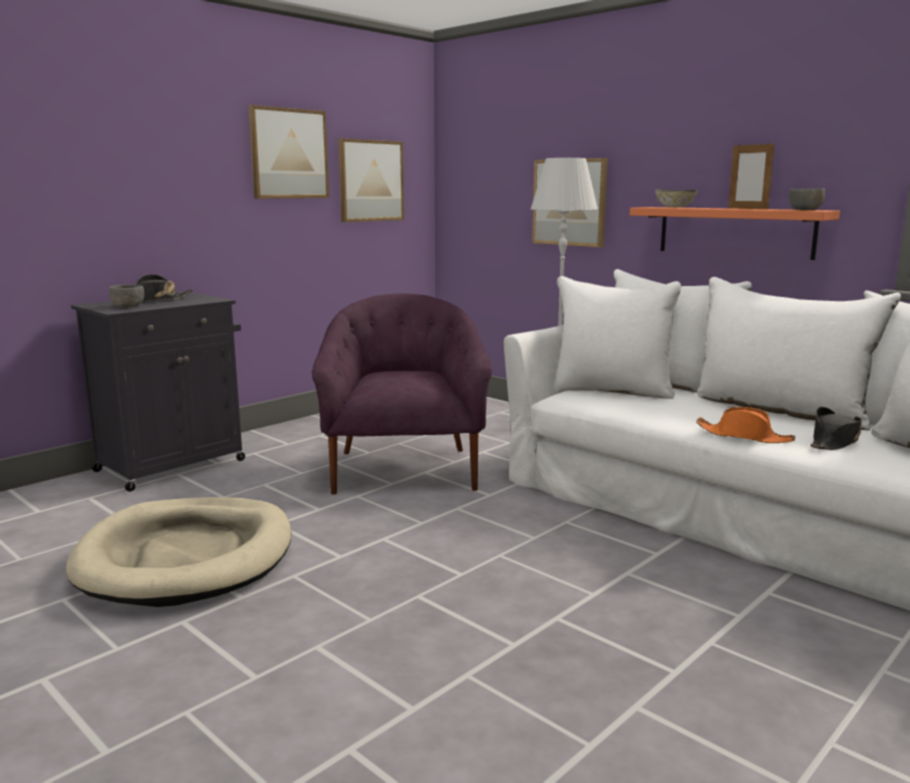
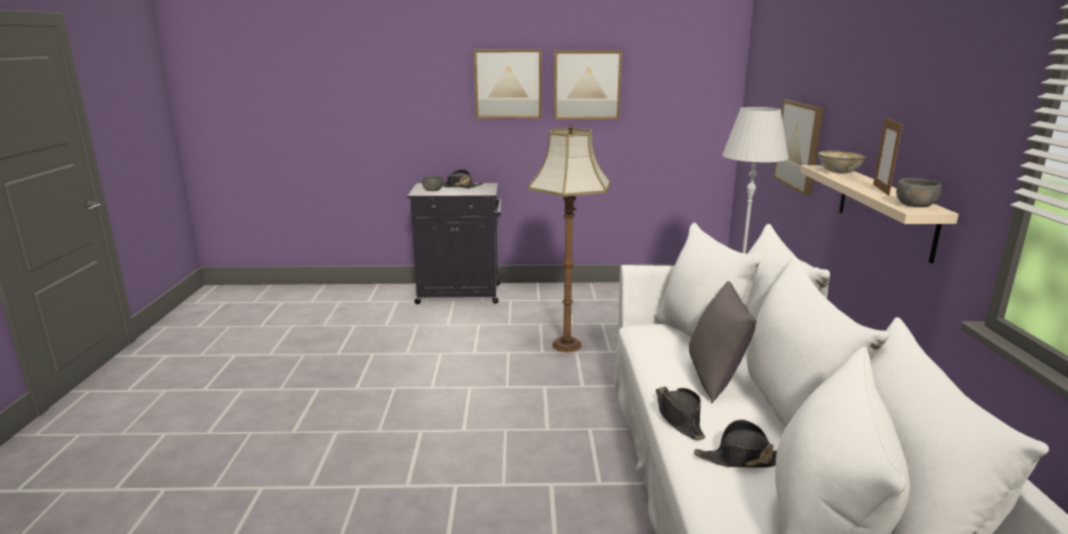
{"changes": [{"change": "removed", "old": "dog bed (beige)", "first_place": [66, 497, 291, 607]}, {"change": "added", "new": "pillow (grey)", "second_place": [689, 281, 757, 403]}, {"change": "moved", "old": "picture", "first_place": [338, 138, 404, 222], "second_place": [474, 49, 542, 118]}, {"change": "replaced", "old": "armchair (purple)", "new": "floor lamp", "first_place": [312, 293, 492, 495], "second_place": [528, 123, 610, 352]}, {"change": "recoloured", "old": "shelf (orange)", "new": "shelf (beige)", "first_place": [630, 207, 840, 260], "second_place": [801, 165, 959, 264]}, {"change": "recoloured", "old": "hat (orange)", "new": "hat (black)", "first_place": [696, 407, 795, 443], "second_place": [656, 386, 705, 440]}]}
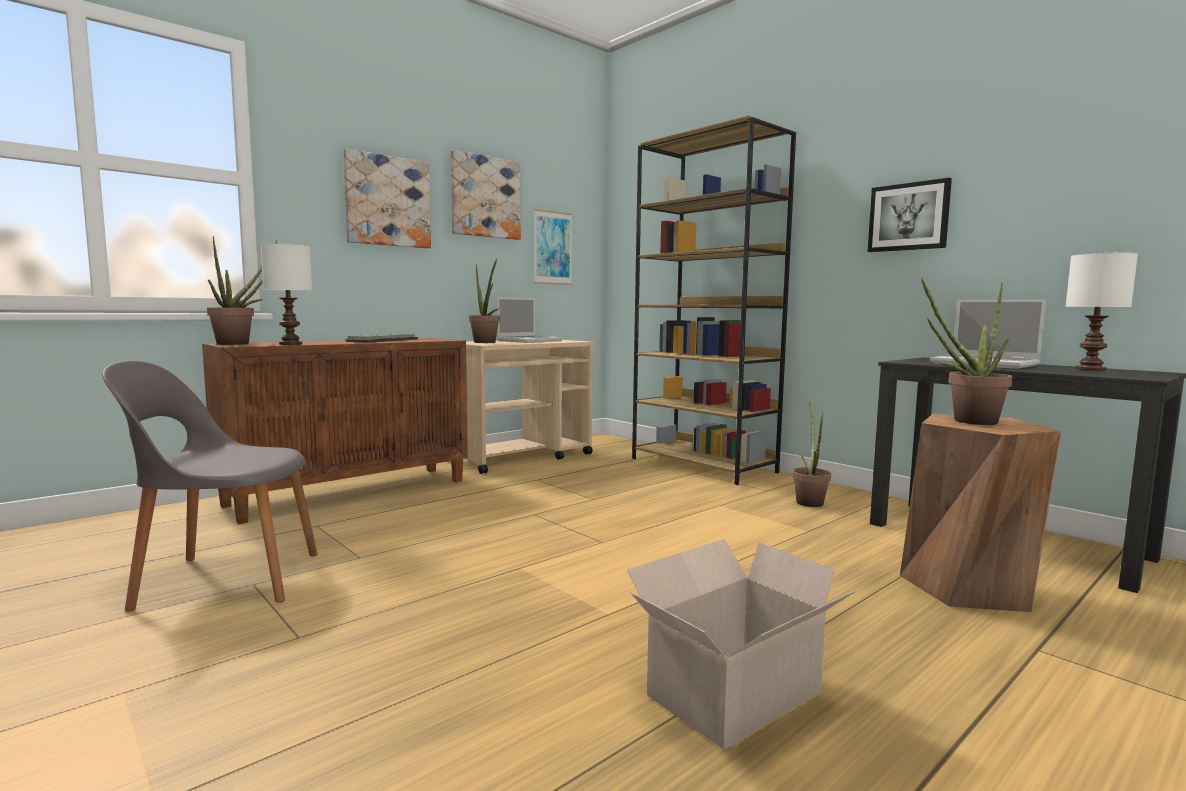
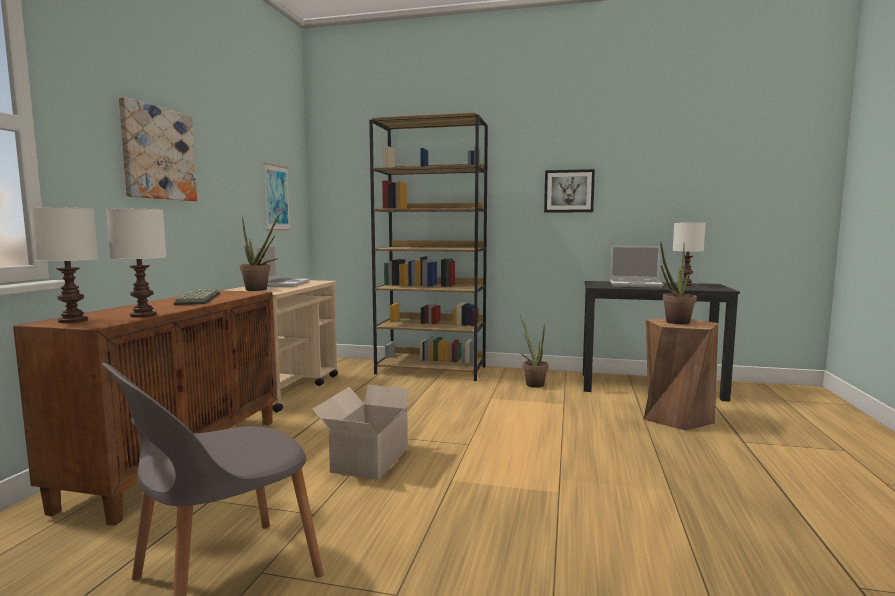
{"changes": [{"change": "removed", "old": "picture", "first_place": [451, 150, 521, 240]}, {"change": "moved", "old": "cardboard box", "first_place": [627, 539, 859, 750], "second_place": [312, 385, 422, 480]}, {"change": "replaced", "old": "potted plant", "new": "table lamp (white)", "first_place": [207, 236, 277, 345], "second_place": [29, 207, 98, 323]}]}
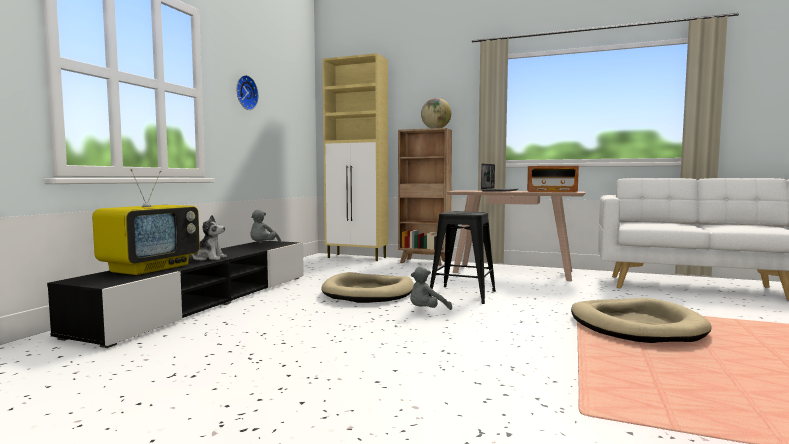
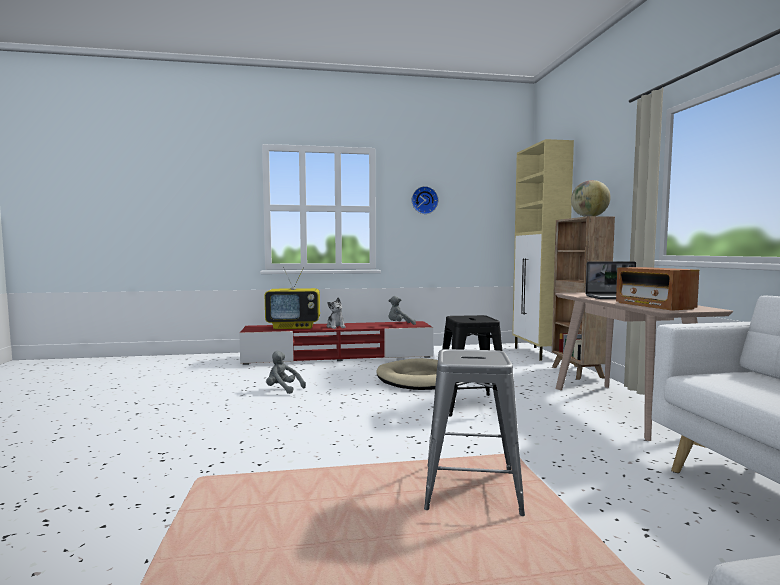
{"changes": [{"change": "moved", "old": "plush toy (grey)", "first_place": [410, 266, 452, 310], "second_place": [266, 351, 306, 394]}, {"change": "replaced", "old": "dog bed (beige)", "new": "stool (grey)", "first_place": [571, 298, 712, 343], "second_place": [424, 349, 525, 516]}, {"change": "recoloured", "old": "tv stand (black)", "new": "tv stand (red)", "first_place": [47, 241, 304, 348], "second_place": [239, 321, 433, 365]}]}
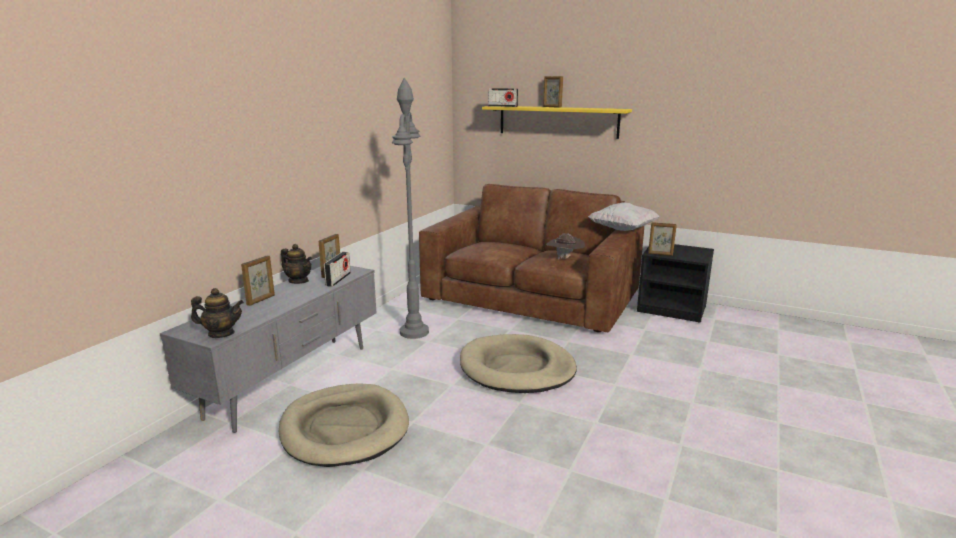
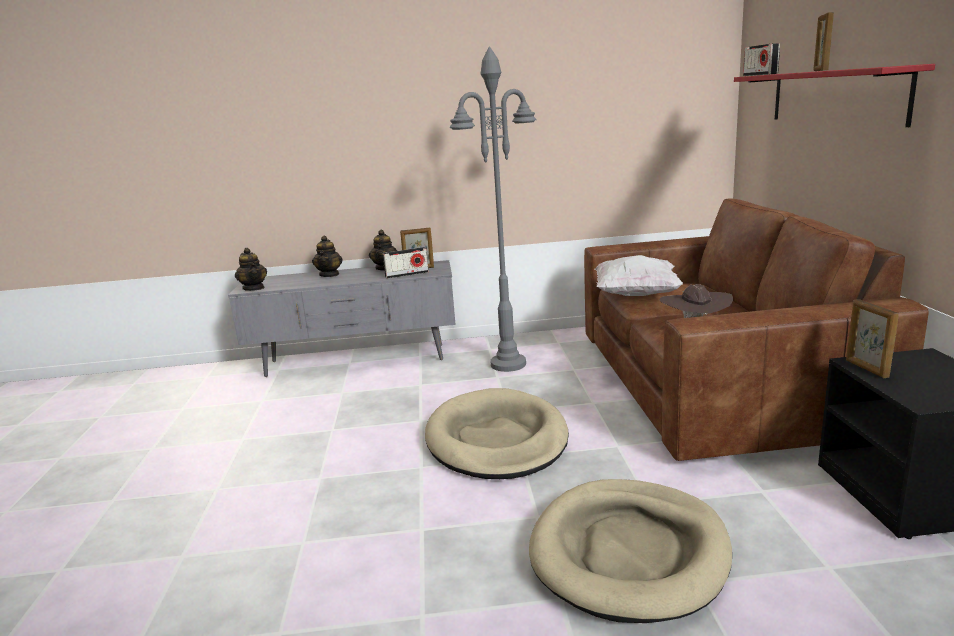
{"changes": [{"change": "moved", "old": "dog bed (beige)", "first_place": [278, 384, 409, 467], "second_place": [529, 479, 732, 623]}, {"change": "moved", "old": "pillow (white)", "first_place": [588, 202, 660, 231], "second_place": [595, 255, 683, 296]}, {"change": "replaced", "old": "picture frame", "new": "teapot", "first_place": [241, 255, 275, 306], "second_place": [312, 236, 343, 277]}, {"change": "recoloured", "old": "shelf (yellow)", "new": "shelf (red)", "first_place": [482, 106, 632, 139], "second_place": [734, 64, 935, 127]}]}
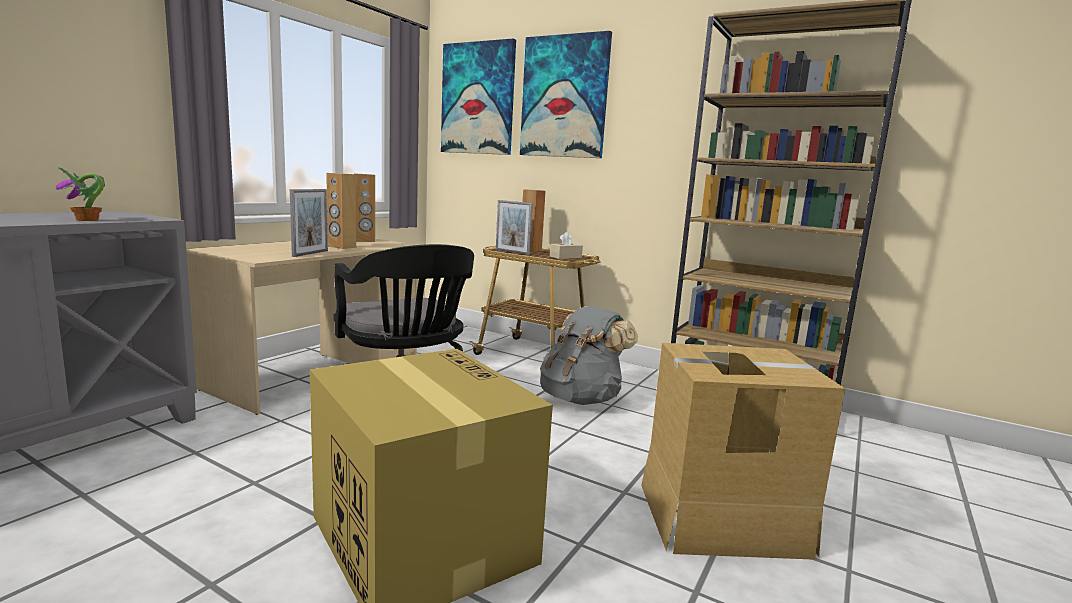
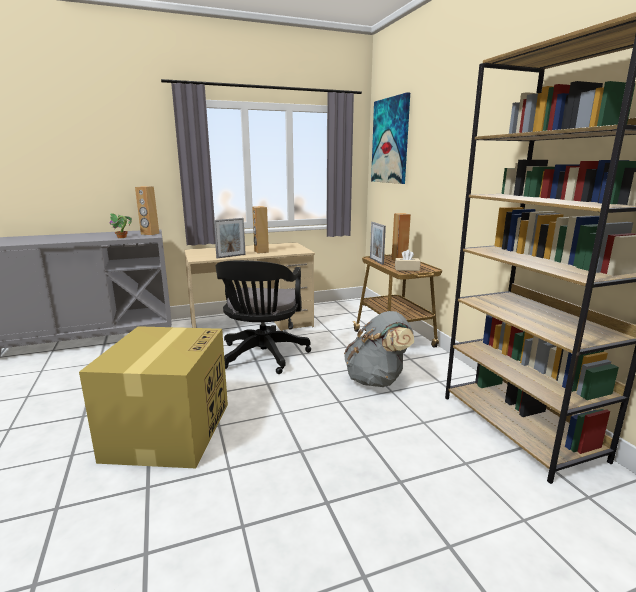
{"changes": [{"change": "removed", "old": "picture", "first_place": [520, 31, 612, 158]}, {"change": "removed", "old": "cardboard box", "first_place": [641, 343, 845, 560]}, {"change": "moved", "old": "speaker (brown)", "first_place": [354, 173, 375, 242], "second_place": [135, 186, 159, 235]}]}
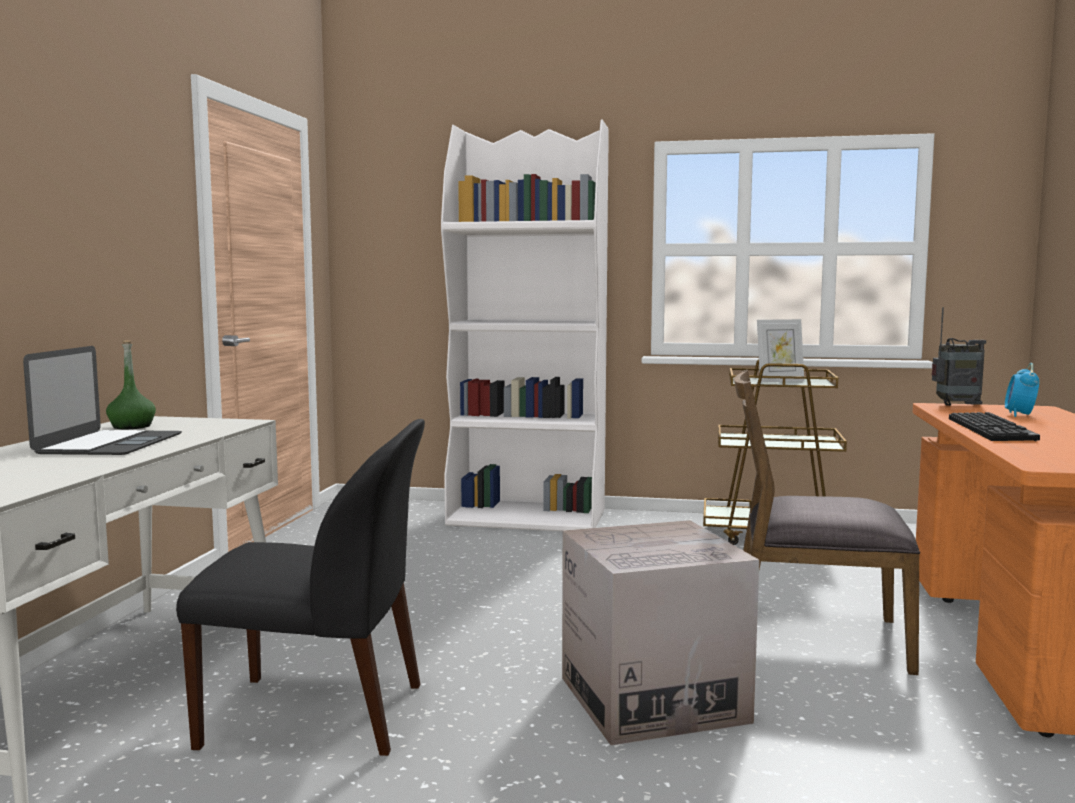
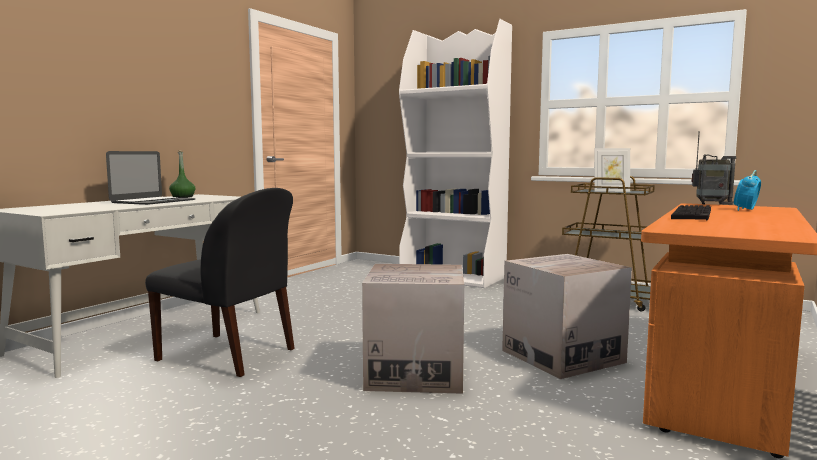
{"changes": [{"change": "replaced", "old": "chair (brown)", "new": "cardboard box", "first_place": [734, 370, 920, 675], "second_place": [502, 254, 632, 379]}]}
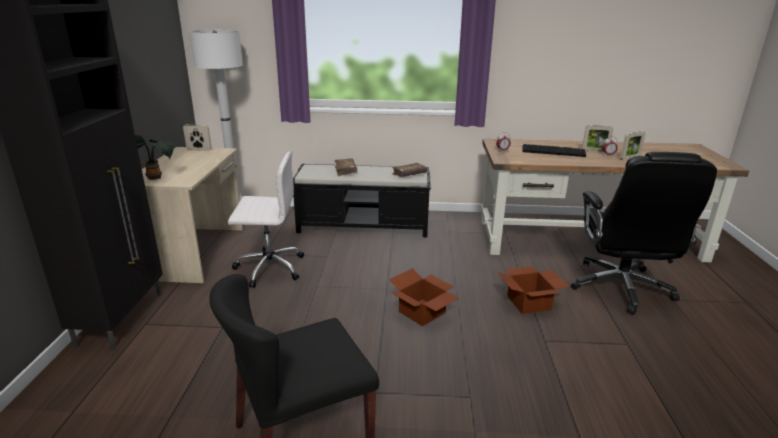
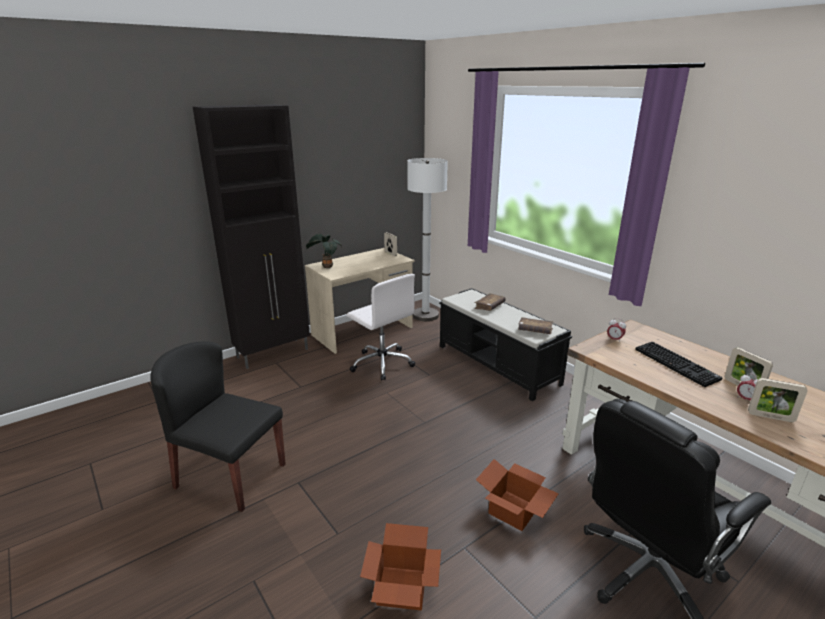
{"changes": [{"change": "moved", "old": "cardboard box", "first_place": [389, 268, 459, 326], "second_place": [360, 523, 441, 611]}]}
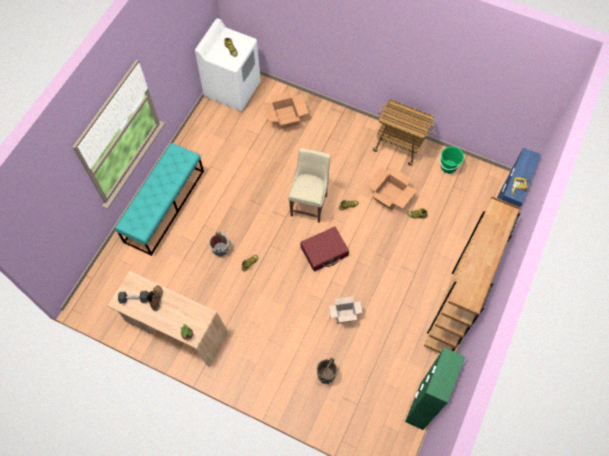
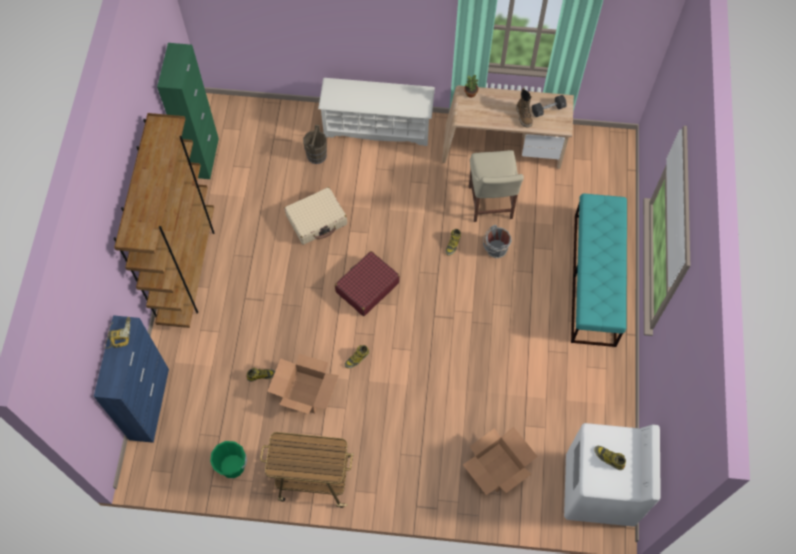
{"changes": [{"change": "added", "new": "shoe rack (white)", "second_place": [318, 78, 435, 146]}, {"change": "moved", "old": "chair (beige)", "first_place": [288, 148, 330, 223], "second_place": [469, 150, 524, 222]}, {"change": "replaced", "old": "cardboard box", "new": "suitcase (beige)", "first_place": [329, 296, 362, 323], "second_place": [284, 187, 347, 245]}]}
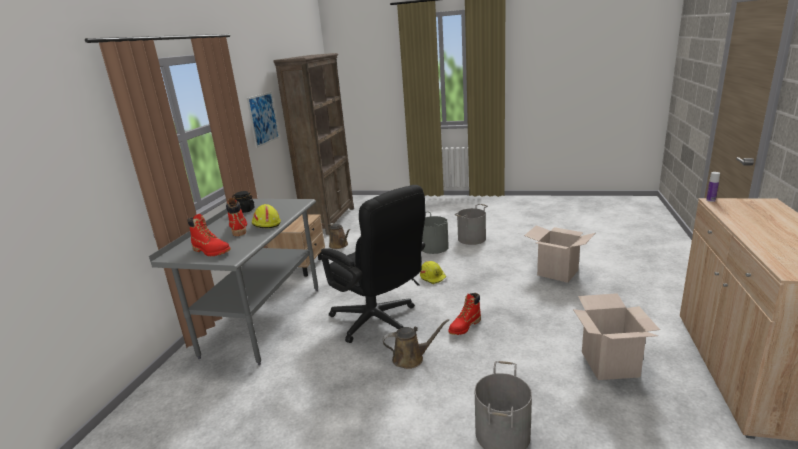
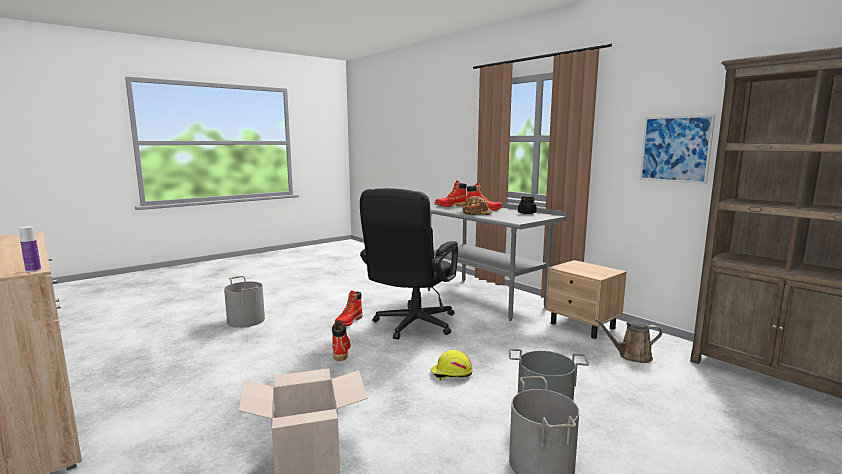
{"changes": [{"change": "removed", "old": "cardboard box", "first_place": [573, 293, 660, 380]}, {"change": "replaced", "old": "watering can (brown)", "new": "boot (red)", "first_place": [383, 319, 450, 369], "second_place": [335, 290, 363, 326]}, {"change": "recoloured", "old": "hard hat (yellow)", "new": "hard hat (brown)", "first_place": [252, 204, 281, 228], "second_place": [463, 196, 493, 215]}, {"change": "turned", "old": "office chair (black)", "first_place": [321, 185, 425, 343], "second_place": [360, 188, 458, 340], "degrees": -60}]}
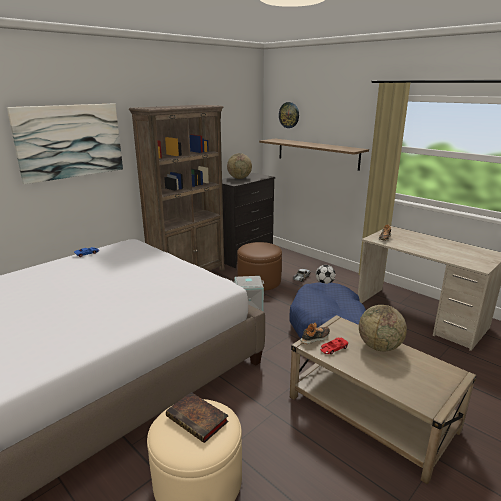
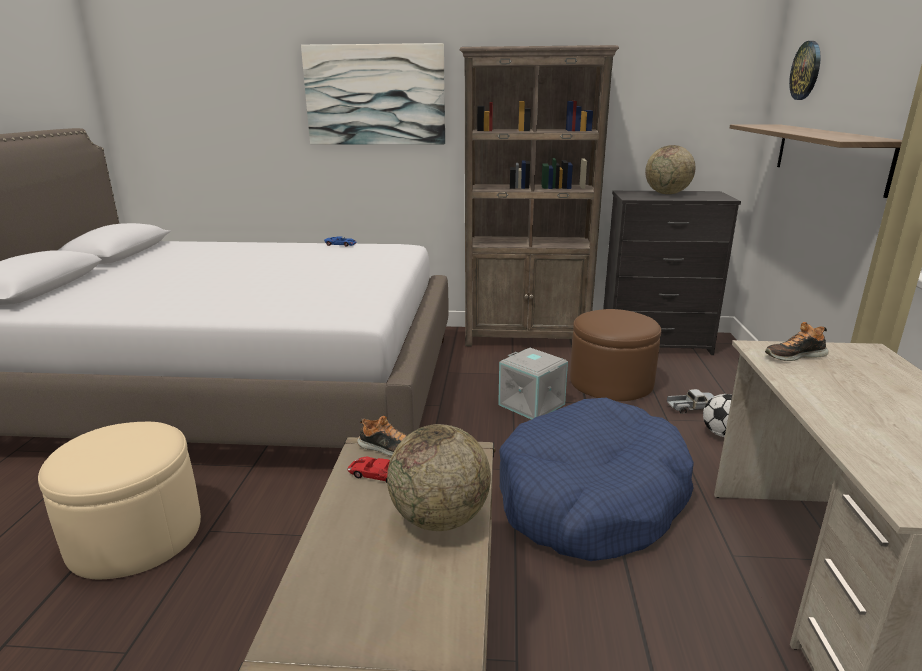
{"changes": [{"change": "removed", "old": "book", "first_place": [166, 392, 229, 443]}]}
